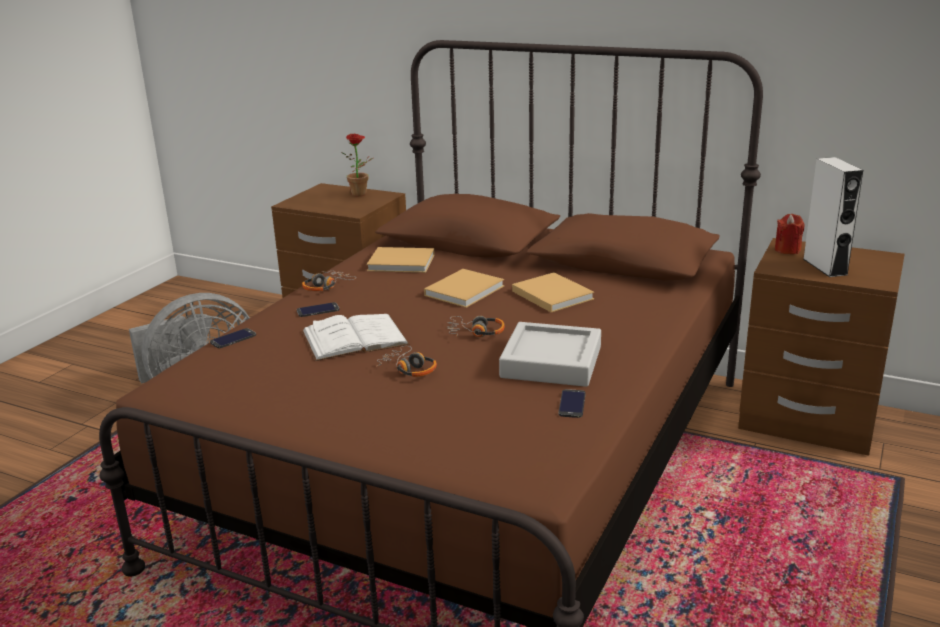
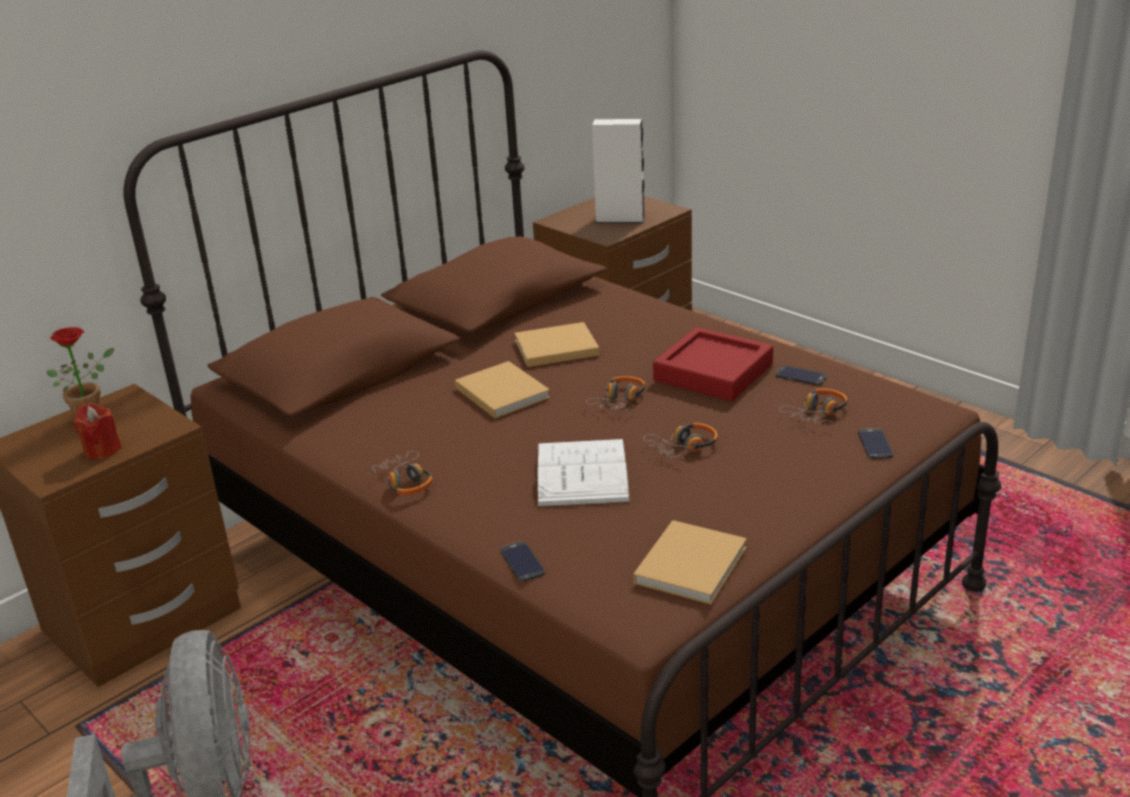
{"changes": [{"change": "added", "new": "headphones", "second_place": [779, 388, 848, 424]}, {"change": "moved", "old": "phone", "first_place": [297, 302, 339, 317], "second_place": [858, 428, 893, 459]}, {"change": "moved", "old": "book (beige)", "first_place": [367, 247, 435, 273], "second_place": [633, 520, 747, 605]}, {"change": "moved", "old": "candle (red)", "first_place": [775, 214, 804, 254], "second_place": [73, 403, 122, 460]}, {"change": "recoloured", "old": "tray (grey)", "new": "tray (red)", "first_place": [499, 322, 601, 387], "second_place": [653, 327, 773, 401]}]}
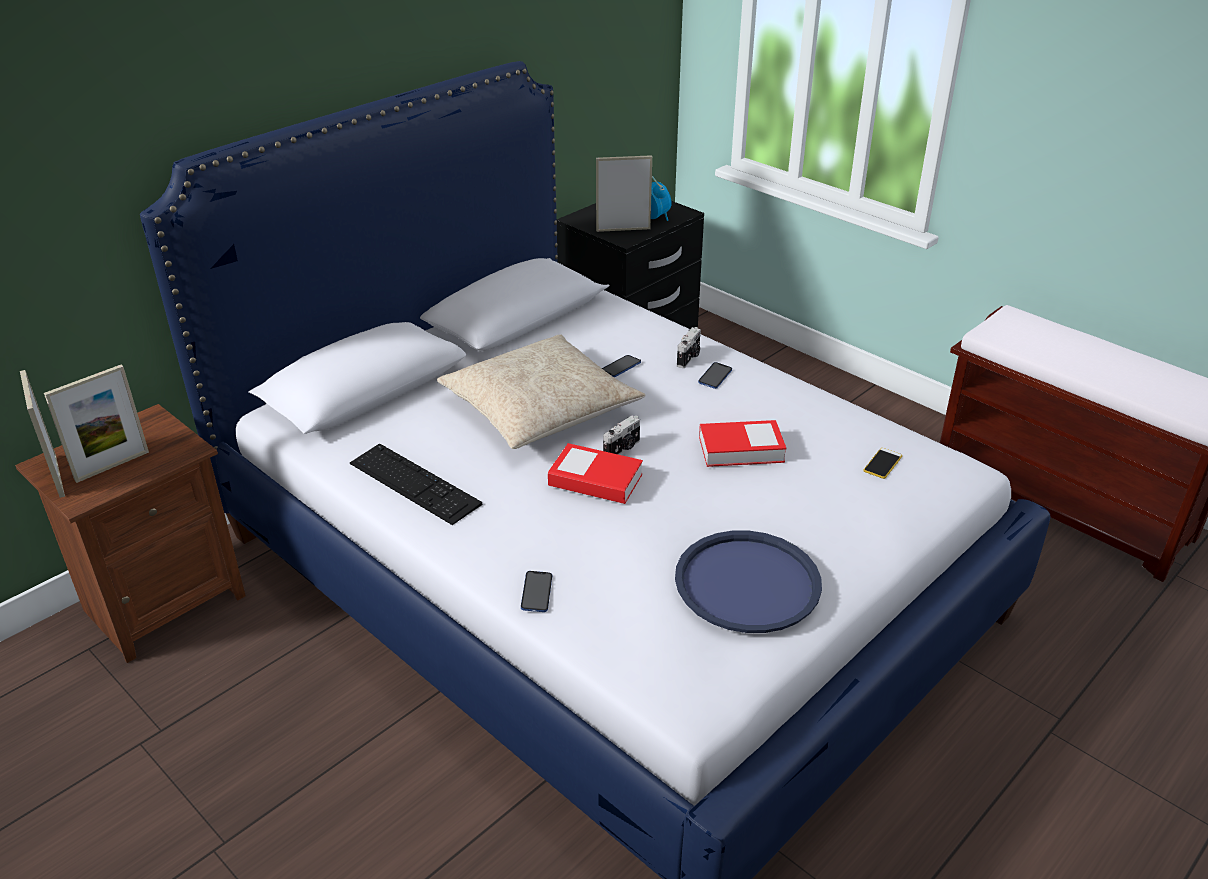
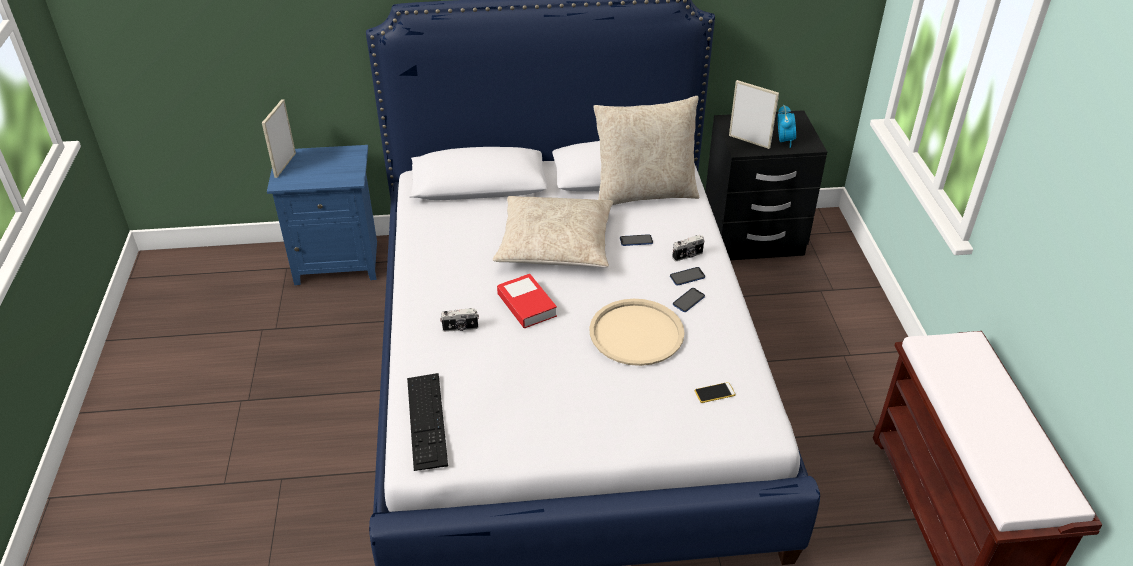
{"changes": [{"change": "removed", "old": "picture frame", "first_place": [44, 364, 149, 483]}, {"change": "removed", "old": "tray (blue)", "first_place": [675, 531, 822, 633]}, {"change": "added", "new": "pillow (beige)", "second_place": [593, 96, 700, 205]}, {"change": "moved", "old": "keyboard", "first_place": [350, 443, 482, 525], "second_place": [407, 373, 448, 471]}, {"change": "moved", "old": "phone", "first_place": [521, 571, 552, 612], "second_place": [673, 288, 705, 312]}, {"change": "moved", "old": "photo camera", "first_place": [603, 415, 640, 455], "second_place": [440, 308, 479, 332]}, {"change": "replaced", "old": "book", "new": "tray (beige)", "first_place": [699, 420, 786, 467], "second_place": [589, 299, 685, 366]}, {"change": "recoloured", "old": "nightstand (brown)", "new": "nightstand (blue)", "first_place": [15, 404, 246, 663], "second_place": [267, 145, 377, 285]}]}
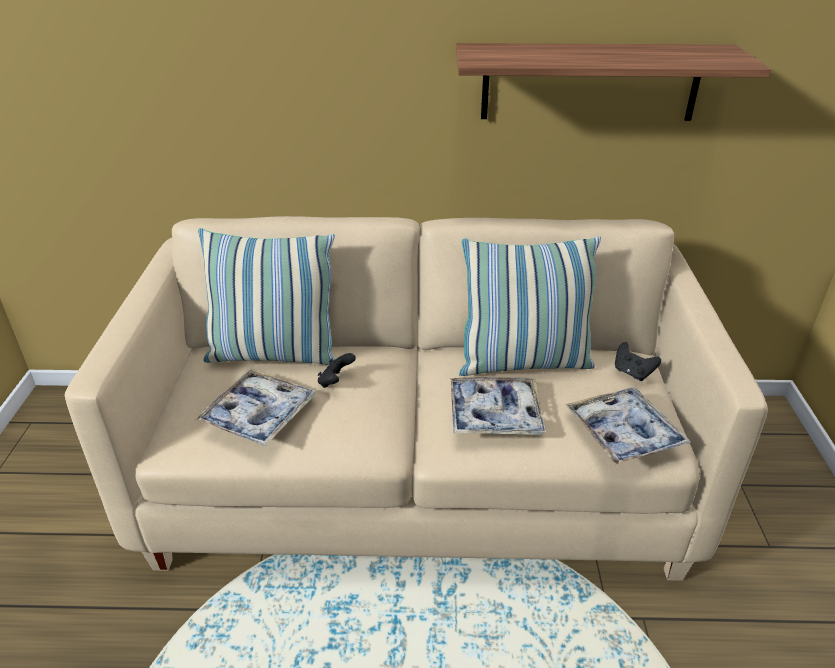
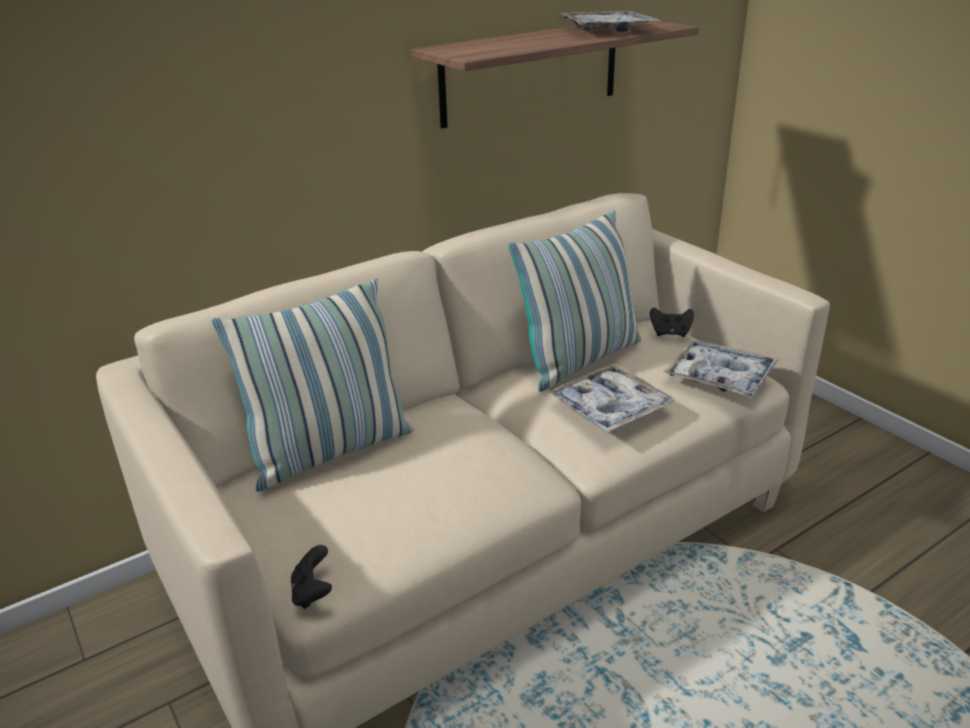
{"changes": [{"change": "moved", "old": "tray", "first_place": [196, 368, 316, 446], "second_place": [560, 11, 660, 31]}, {"change": "moved", "old": "game controller (black)", "first_place": [318, 353, 356, 388], "second_place": [291, 545, 332, 609]}]}
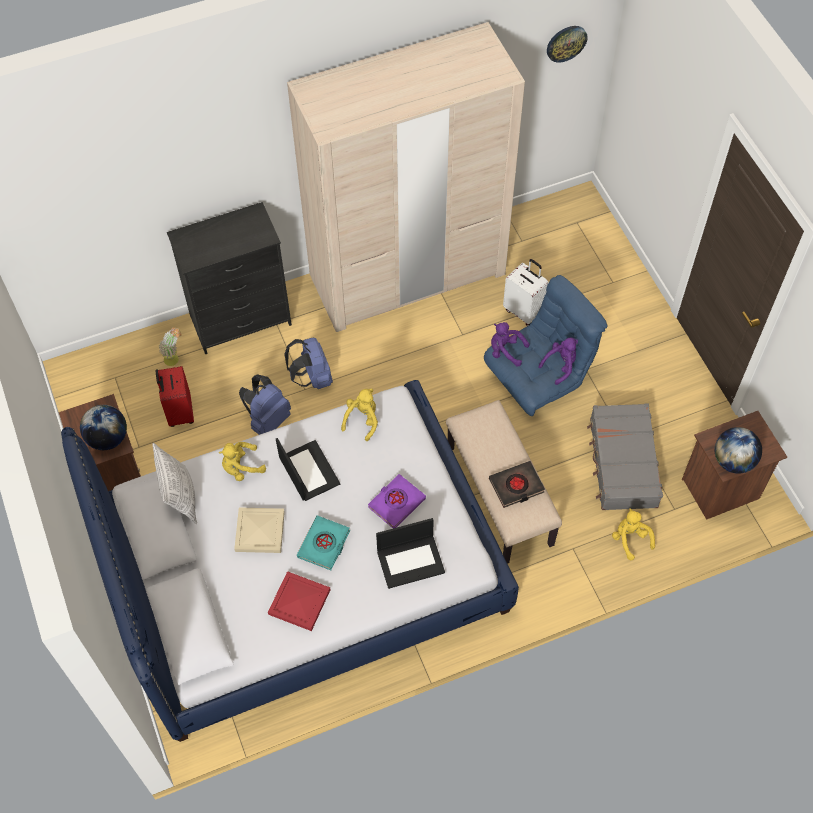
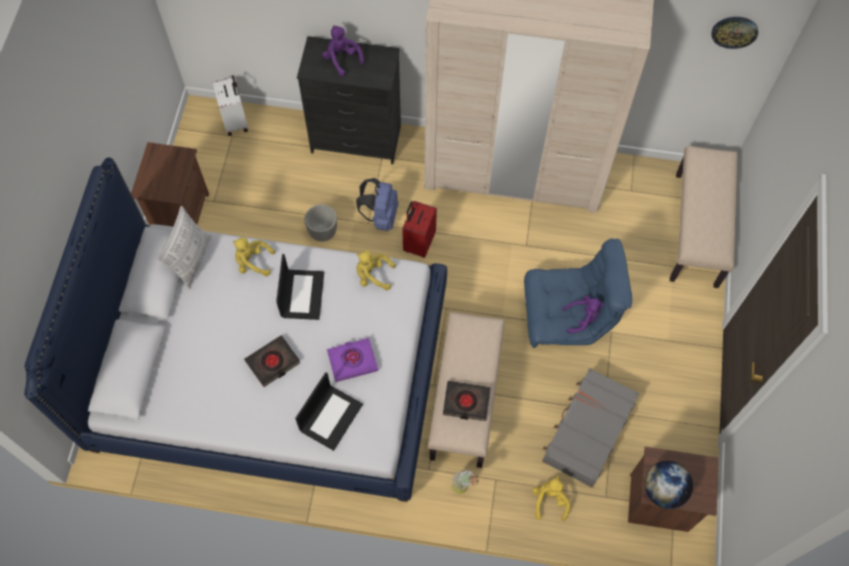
{"changes": [{"change": "removed", "old": "globe", "first_place": [80, 405, 127, 450]}, {"change": "removed", "old": "tray (beige)", "first_place": [234, 507, 285, 553]}, {"change": "removed", "old": "tray (red)", "first_place": [268, 571, 330, 631]}, {"change": "added", "new": "bench (beige)", "second_place": [670, 146, 738, 288]}, {"change": "moved", "old": "suitcase (red)", "first_place": [155, 366, 194, 427], "second_place": [402, 201, 437, 258]}, {"change": "moved", "old": "potted plant", "first_place": [159, 327, 182, 366], "second_place": [451, 470, 479, 494]}, {"change": "moved", "old": "plush toy (purple)", "first_place": [491, 322, 529, 367], "second_place": [322, 25, 364, 76]}, {"change": "moved", "old": "suitcase (white)", "first_place": [503, 259, 549, 326], "second_place": [213, 75, 248, 136]}, {"change": "replaced", "old": "backpack (blue)", "new": "planter", "first_place": [239, 374, 291, 435], "second_place": [305, 204, 337, 242]}, {"change": "recoloured", "old": "book (turquoise)", "new": "book (black)", "first_place": [297, 515, 350, 570], "second_place": [244, 335, 300, 387]}, {"change": "turned", "old": "plush toy (yellow)", "first_place": [341, 388, 378, 441], "second_place": [356, 250, 396, 290], "degrees": -135}, {"change": "turned", "old": "laptop", "first_place": [376, 518, 445, 589], "second_place": [295, 372, 363, 451], "degrees": -75}]}
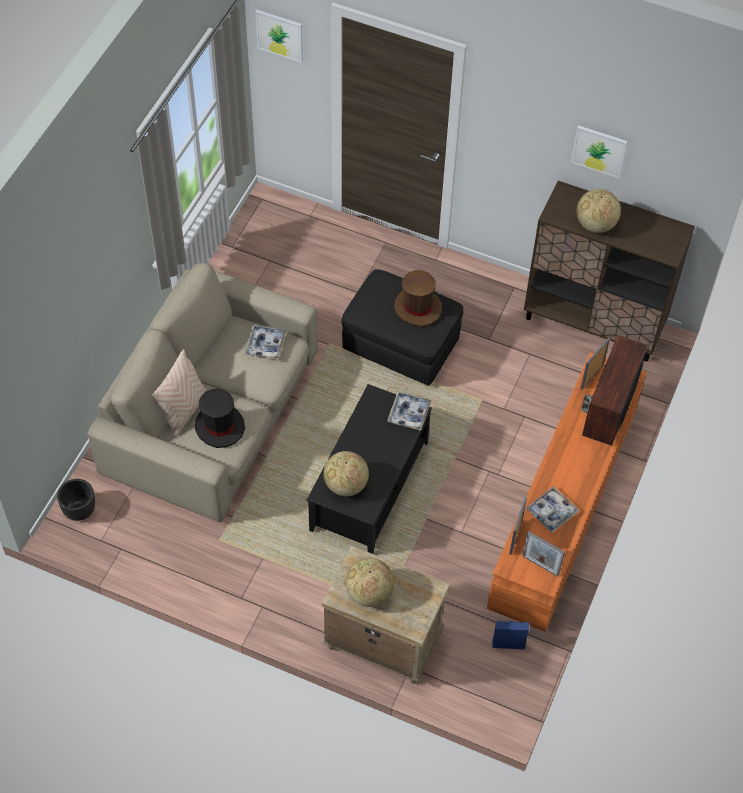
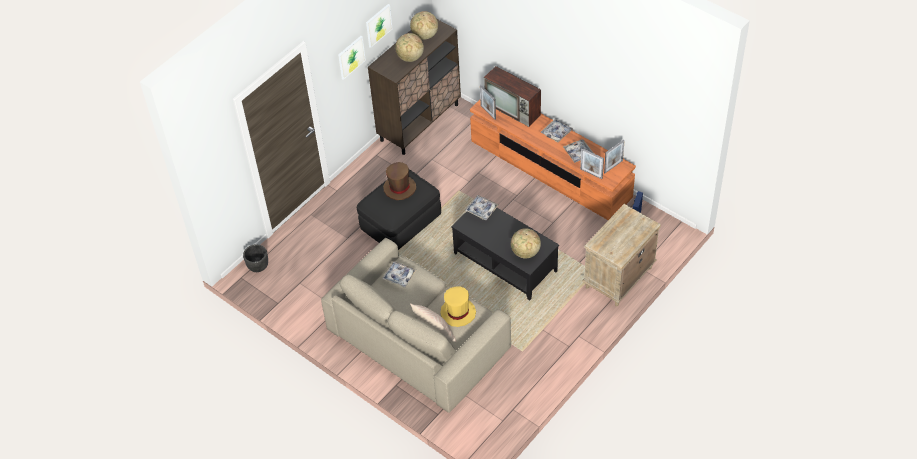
{"changes": [{"change": "added", "new": "tray", "second_place": [541, 118, 573, 143]}, {"change": "moved", "old": "planter (black)", "first_place": [57, 479, 95, 521], "second_place": [243, 244, 268, 272]}, {"change": "moved", "old": "picture", "first_place": [255, 10, 303, 63], "second_place": [338, 36, 366, 80]}, {"change": "moved", "old": "globe", "first_place": [346, 558, 394, 607], "second_place": [410, 11, 438, 39]}, {"change": "recoloured", "old": "hat (black)", "new": "hat (yellow)", "first_place": [195, 388, 245, 448], "second_place": [440, 286, 476, 327]}]}
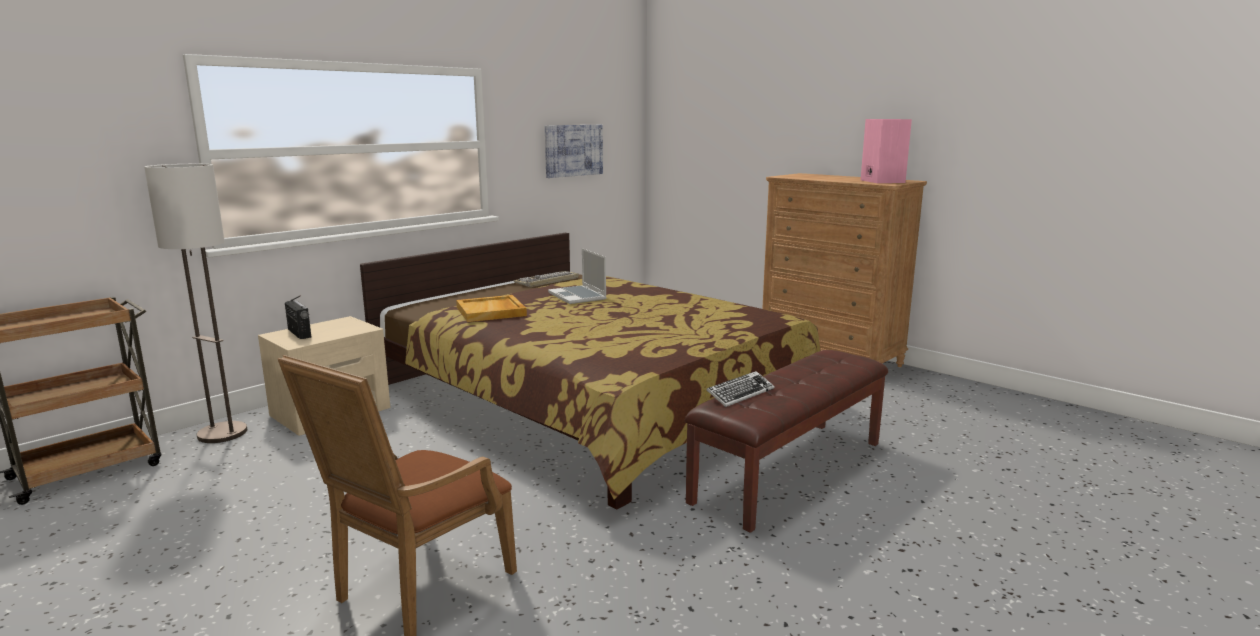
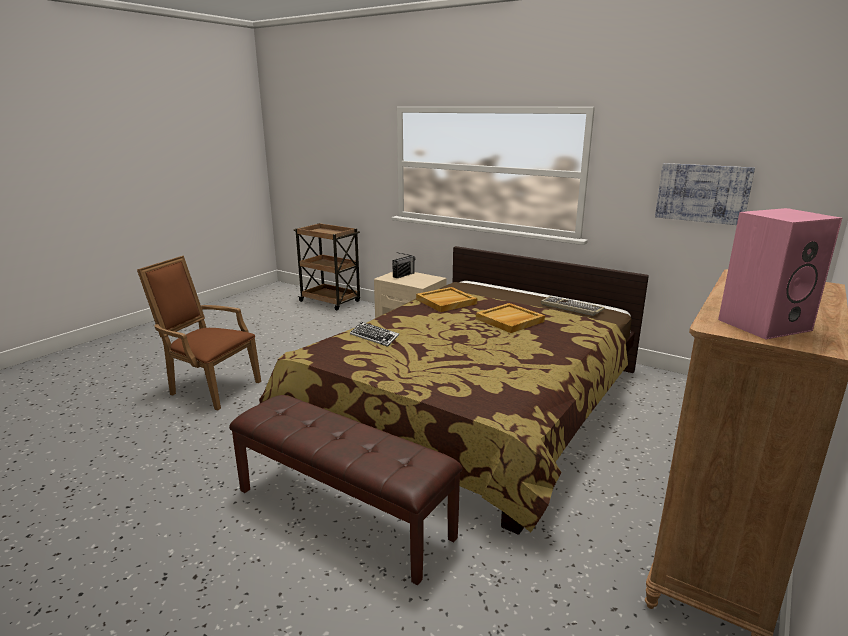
{"changes": [{"change": "removed", "old": "floor lamp", "first_place": [144, 164, 247, 443]}, {"change": "moved", "old": "keyboard", "first_place": [707, 371, 774, 407], "second_place": [350, 322, 399, 347]}, {"change": "replaced", "old": "laptop", "new": "tray (beige)", "first_place": [548, 248, 607, 304], "second_place": [476, 303, 545, 333]}]}
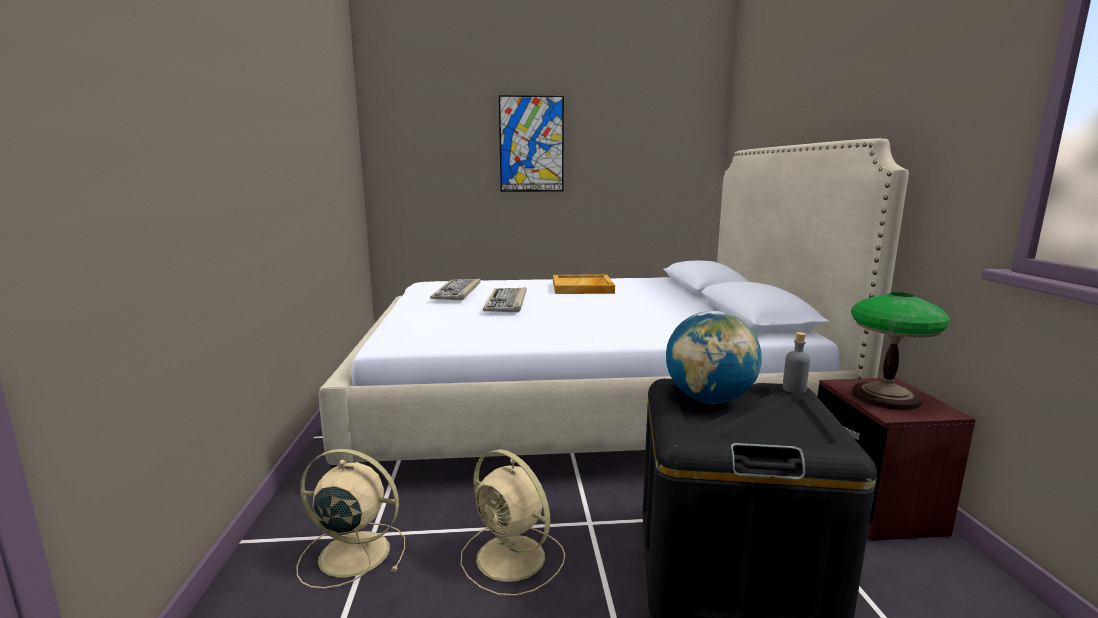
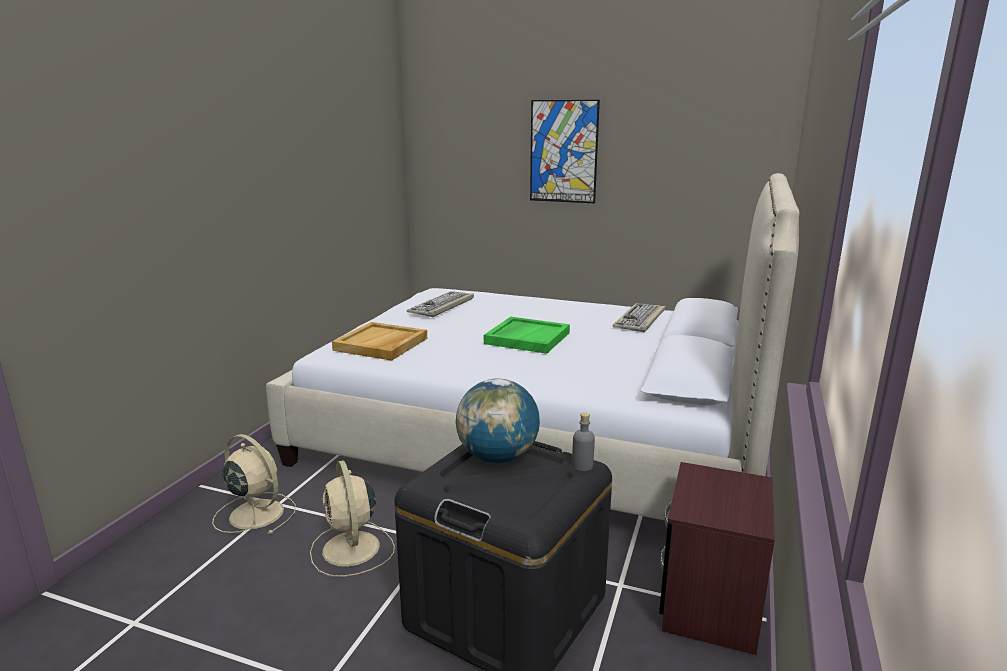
{"changes": [{"change": "removed", "old": "table lamp", "first_place": [851, 292, 951, 410]}, {"change": "added", "new": "tray (green)", "second_place": [484, 317, 570, 354]}, {"change": "moved", "old": "keyboard", "first_place": [483, 287, 527, 312], "second_place": [613, 303, 666, 332]}, {"change": "moved", "old": "tray (beige)", "first_place": [553, 274, 615, 294], "second_place": [332, 322, 427, 361]}]}
